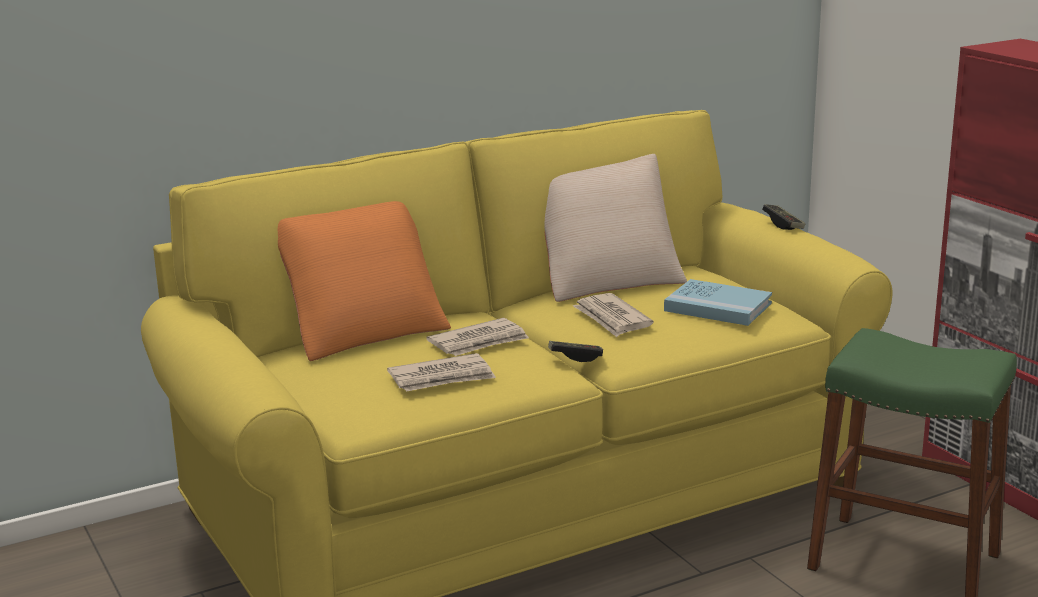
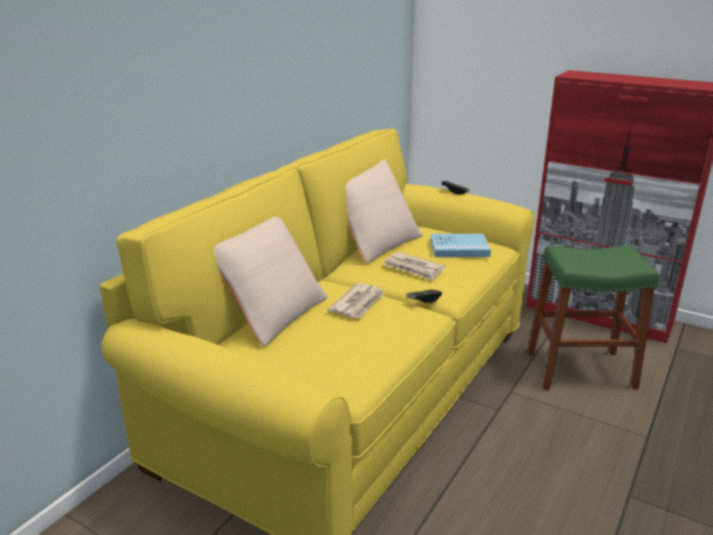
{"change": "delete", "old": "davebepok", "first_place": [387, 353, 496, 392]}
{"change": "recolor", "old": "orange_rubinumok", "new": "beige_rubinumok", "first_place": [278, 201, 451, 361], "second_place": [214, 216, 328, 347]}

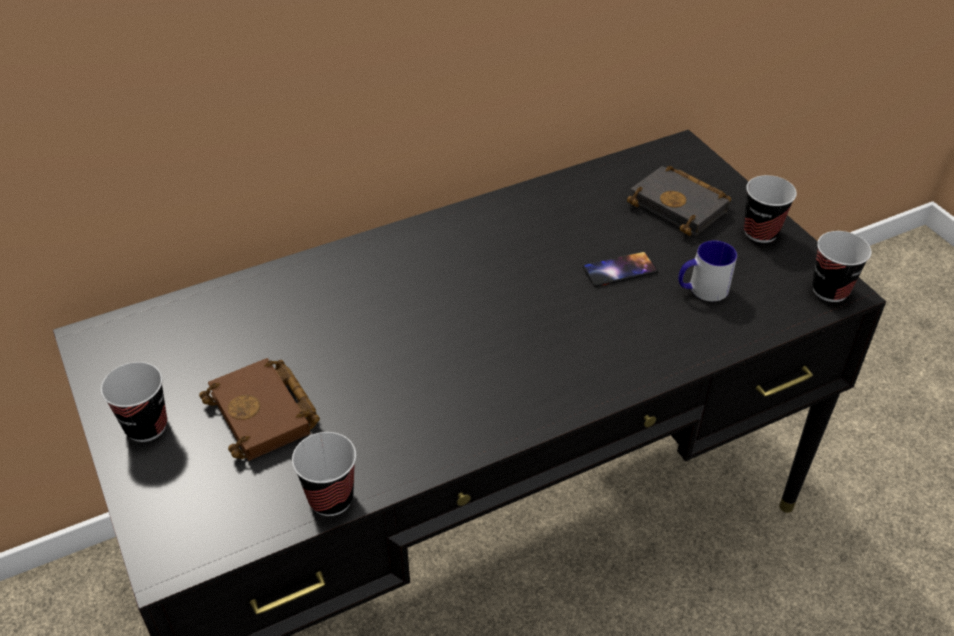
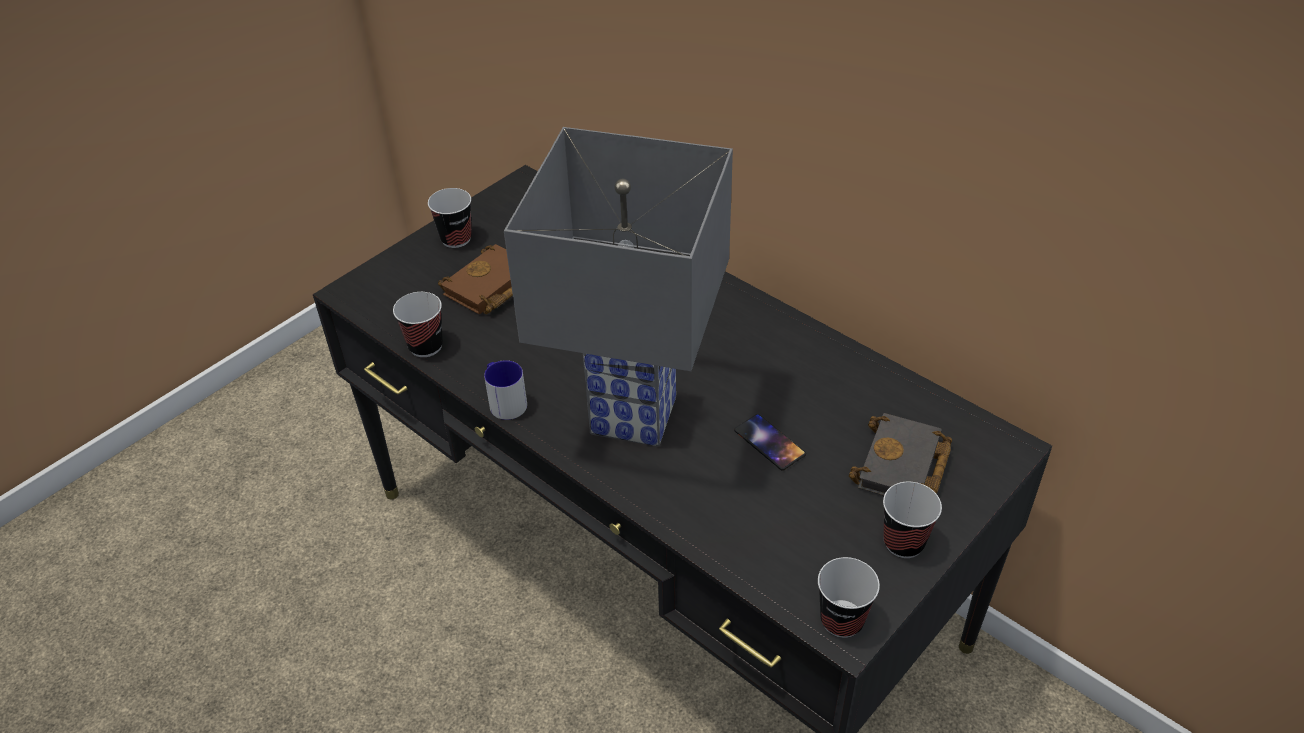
{"change": "insert", "new": "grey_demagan", "second_place": [504, 127, 733, 447]}
{"change": "move", "old": "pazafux", "first_place": [678, 240, 737, 301], "second_place": [484, 360, 527, 420]}

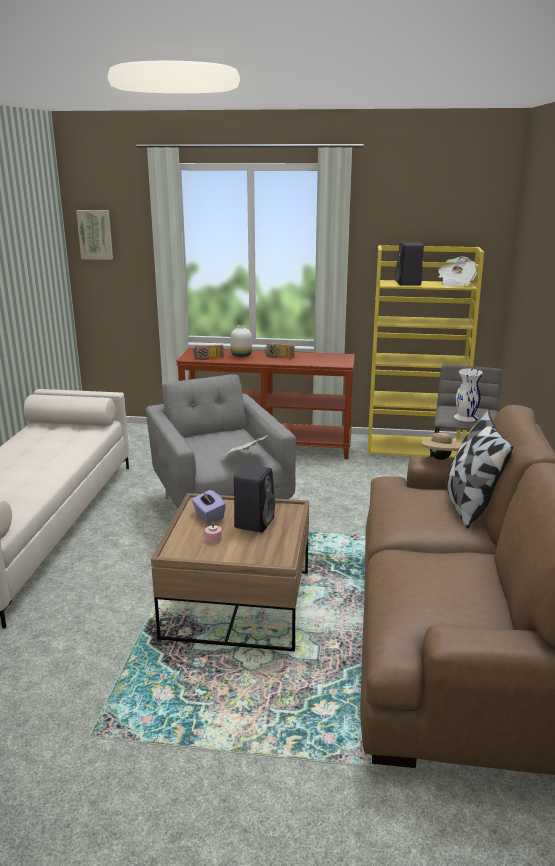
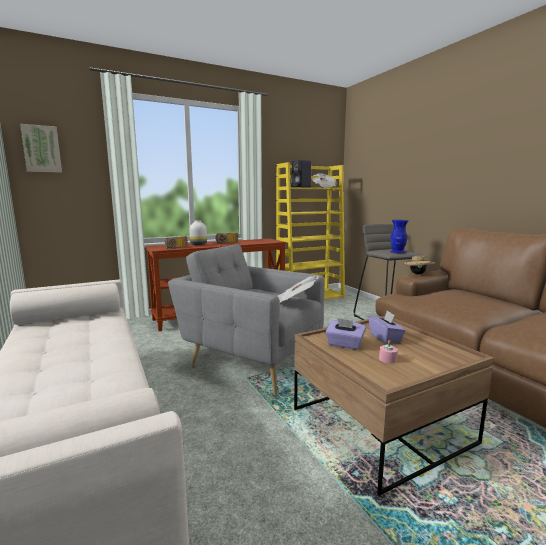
{"change": "delete", "old": "rubinumok", "first_place": [446, 410, 513, 528]}
{"change": "replace", "old": "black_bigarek", "new": "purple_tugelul", "first_place": [234, 464, 275, 533], "second_place": [368, 311, 406, 344]}
{"change": "recolor", "old": "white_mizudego", "new": "blue_mizudego", "first_place": [454, 368, 483, 422], "second_place": [390, 220, 408, 253]}

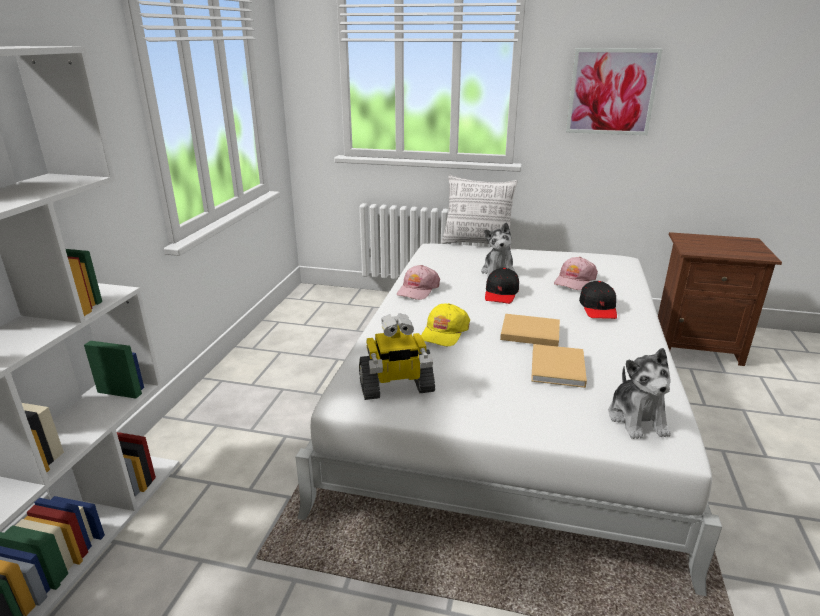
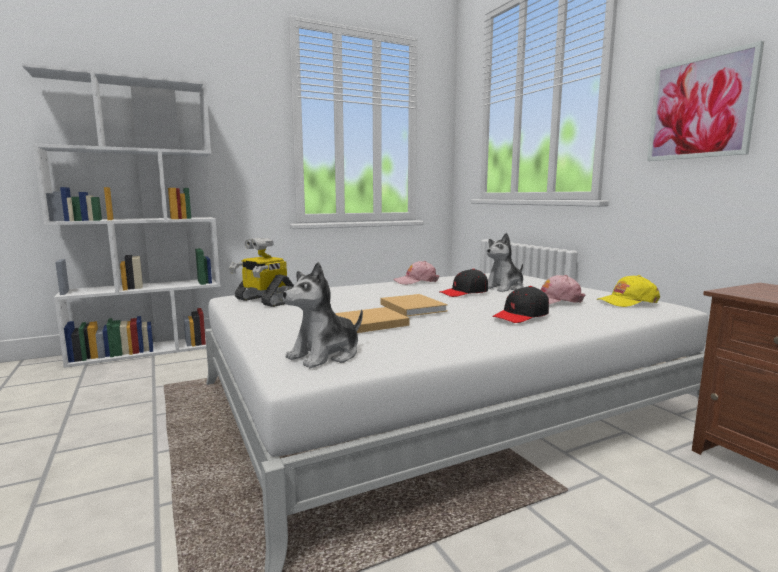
{"change": "delete", "old": "rubinumok", "first_place": [441, 175, 518, 249]}
{"change": "move", "old": "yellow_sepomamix", "first_place": [421, 303, 470, 346], "second_place": [596, 275, 660, 307]}

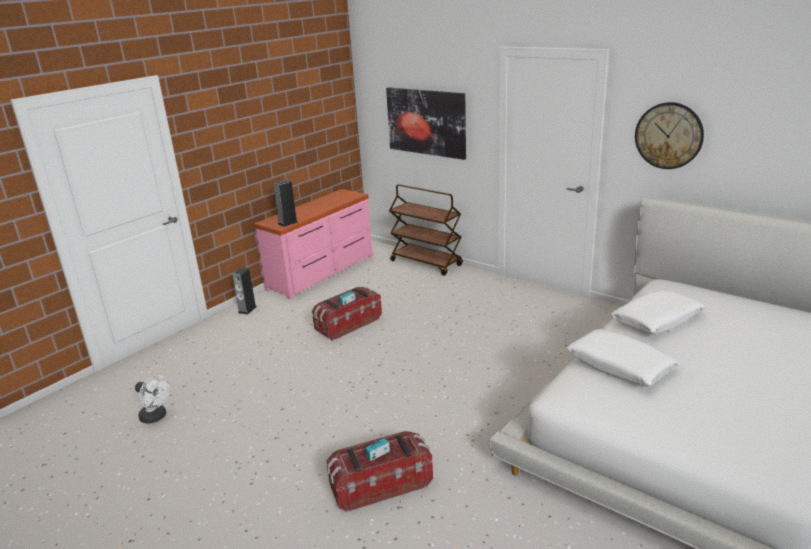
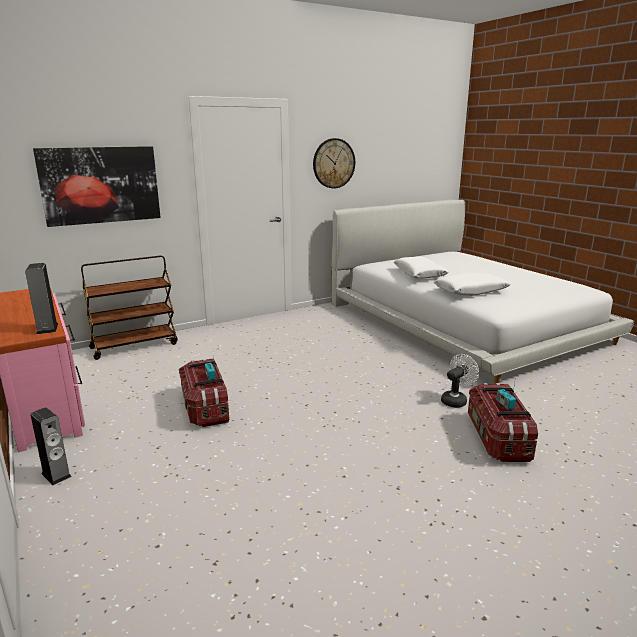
{"change": "move", "old": "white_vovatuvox", "first_place": [135, 375, 169, 424], "second_place": [441, 354, 479, 408]}

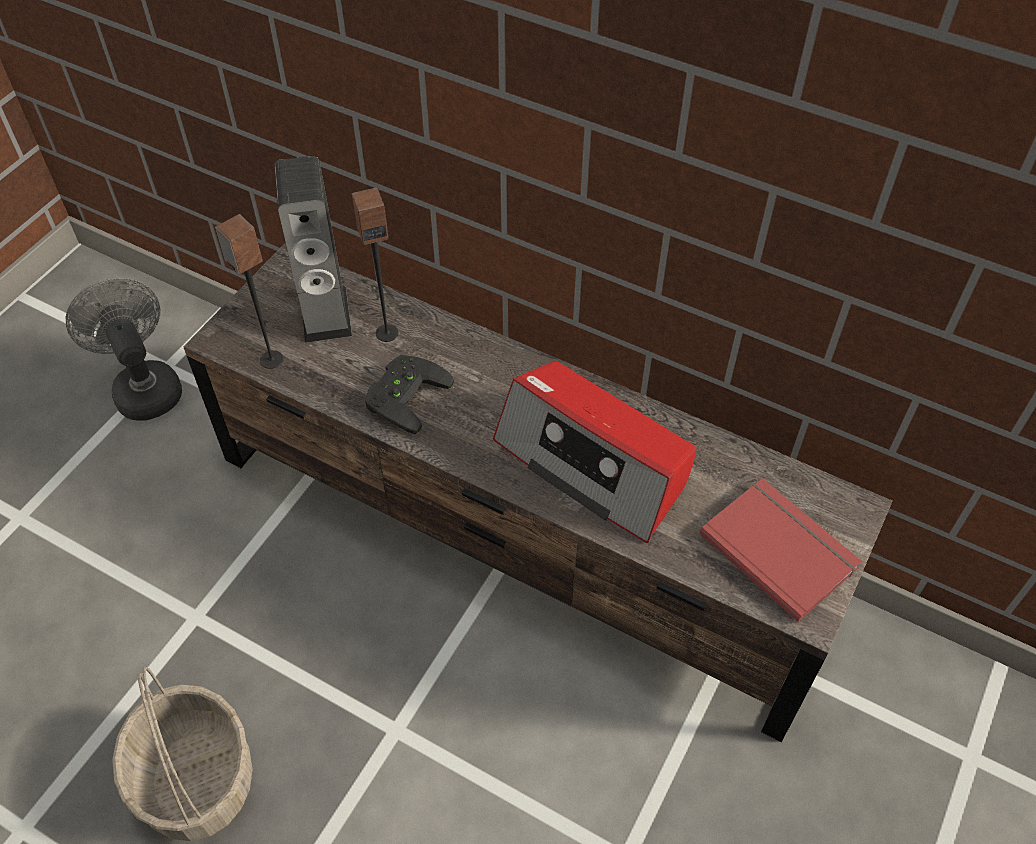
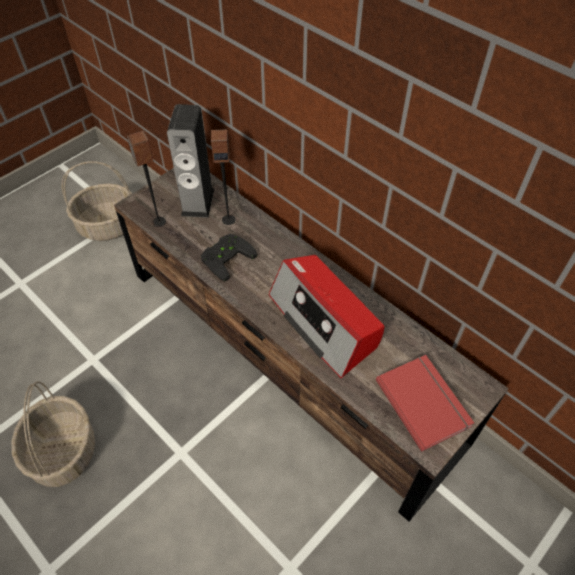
{"change": "replace", "old": "grey_vovatuvox", "new": "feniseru", "first_place": [66, 278, 182, 421], "second_place": [62, 161, 132, 241]}

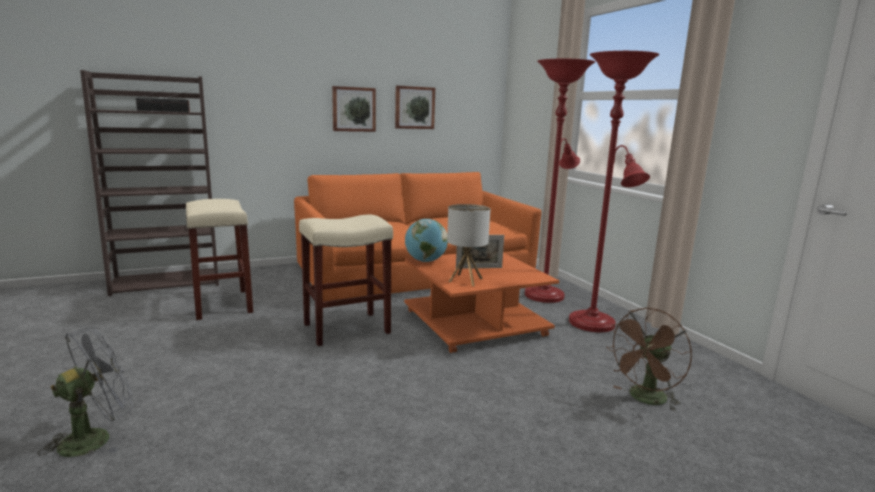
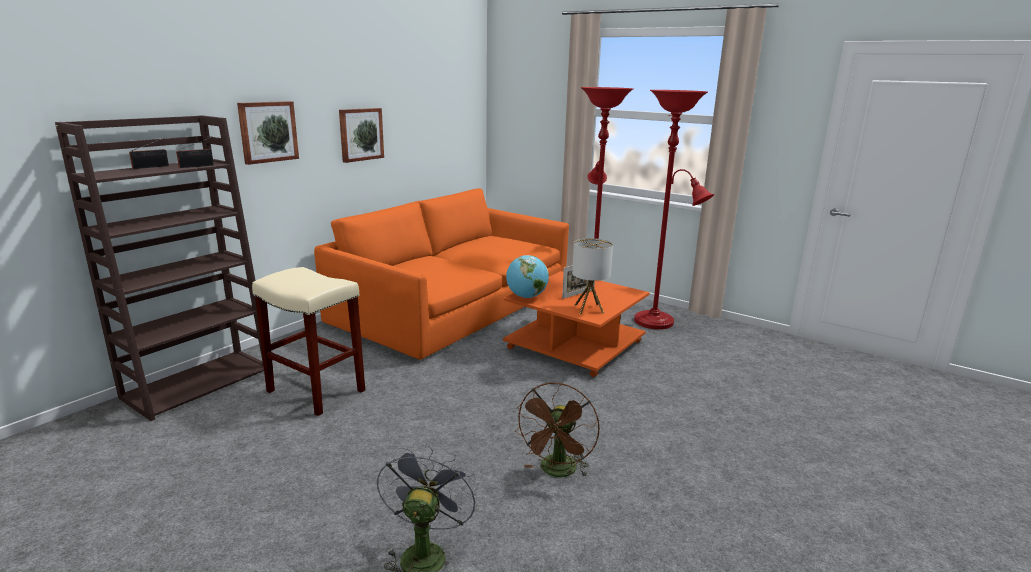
{"change": "delete", "old": "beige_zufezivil", "first_place": [299, 215, 393, 346]}
{"change": "move", "old": "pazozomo", "first_place": [395, 86, 435, 129], "second_place": [237, 101, 299, 165]}
{"change": "move", "old": "brown_vovatuvox", "first_place": [607, 308, 692, 411], "second_place": [515, 382, 600, 477]}

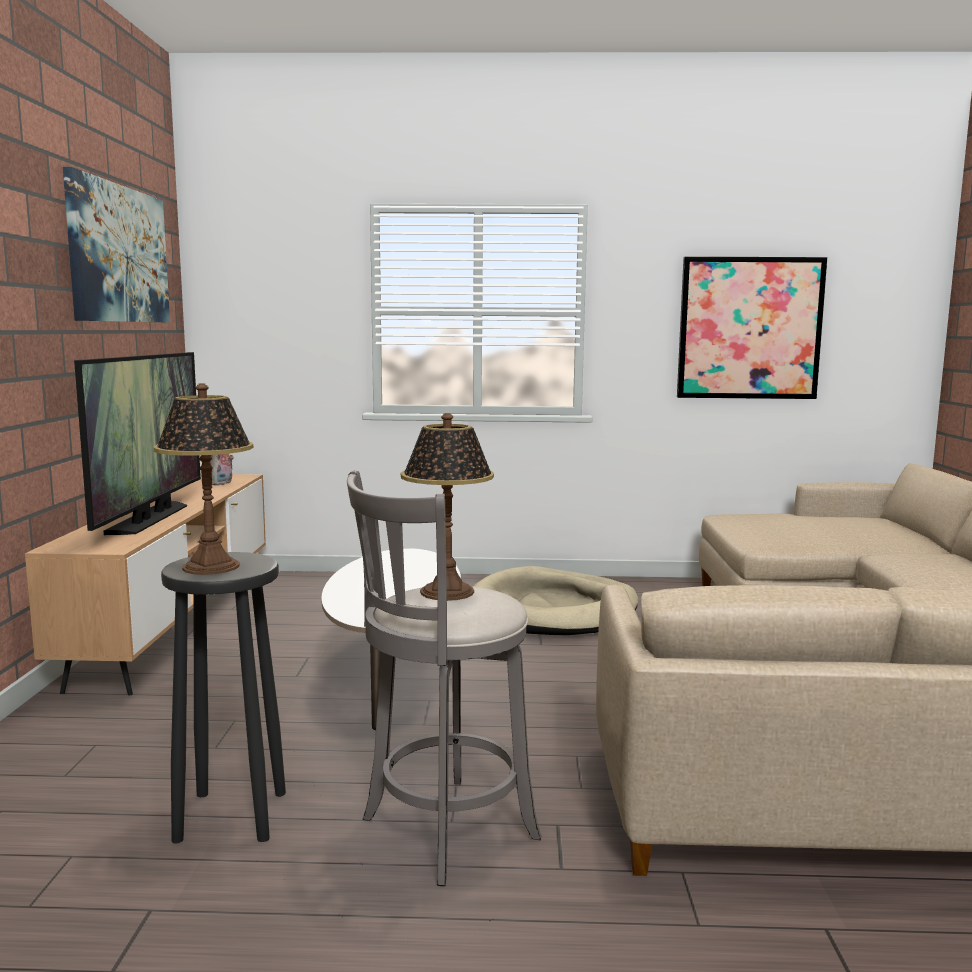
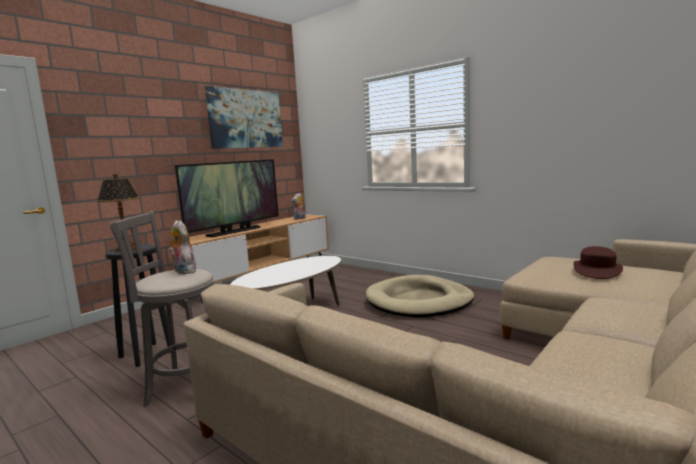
{"change": "delete", "old": "pazozomo", "first_place": [677, 256, 828, 399]}
{"change": "insert", "new": "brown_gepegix", "second_place": [573, 246, 623, 279]}
{"change": "replace", "old": "demagan", "new": "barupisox", "first_place": [401, 413, 494, 601], "second_place": [168, 220, 196, 274]}

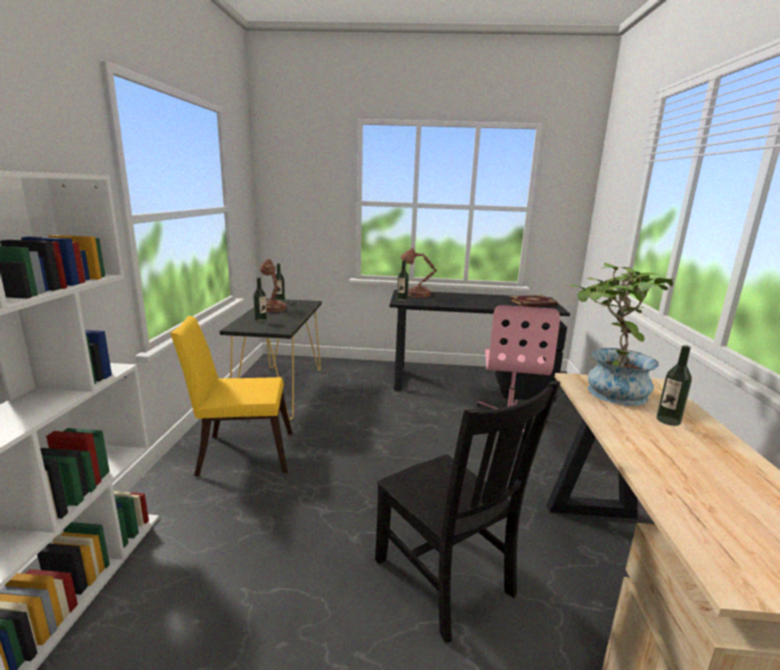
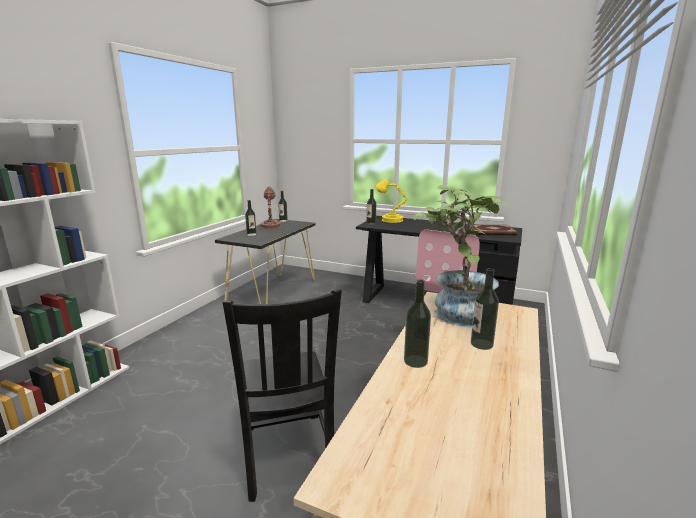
{"change": "delete", "old": "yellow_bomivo", "first_place": [171, 316, 292, 476]}
{"change": "insert", "new": "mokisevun", "second_place": [404, 280, 431, 368]}
{"change": "recolor", "old": "brown_demagan", "new": "yellow_demagan", "first_place": [401, 248, 437, 298], "second_place": [375, 179, 408, 223]}

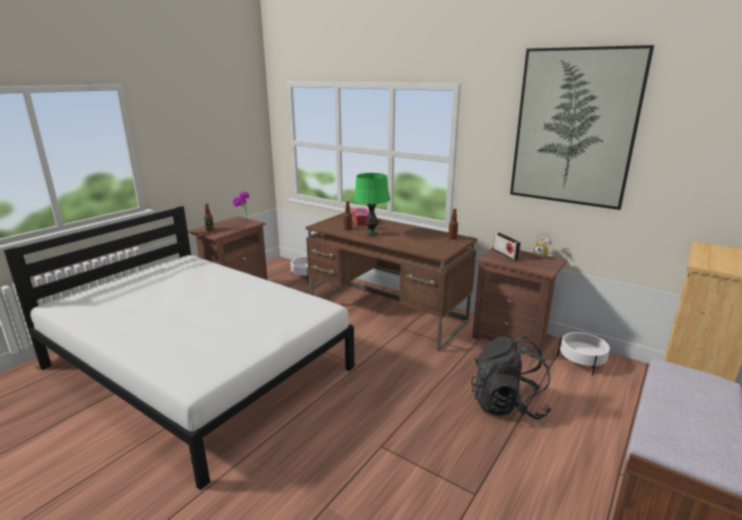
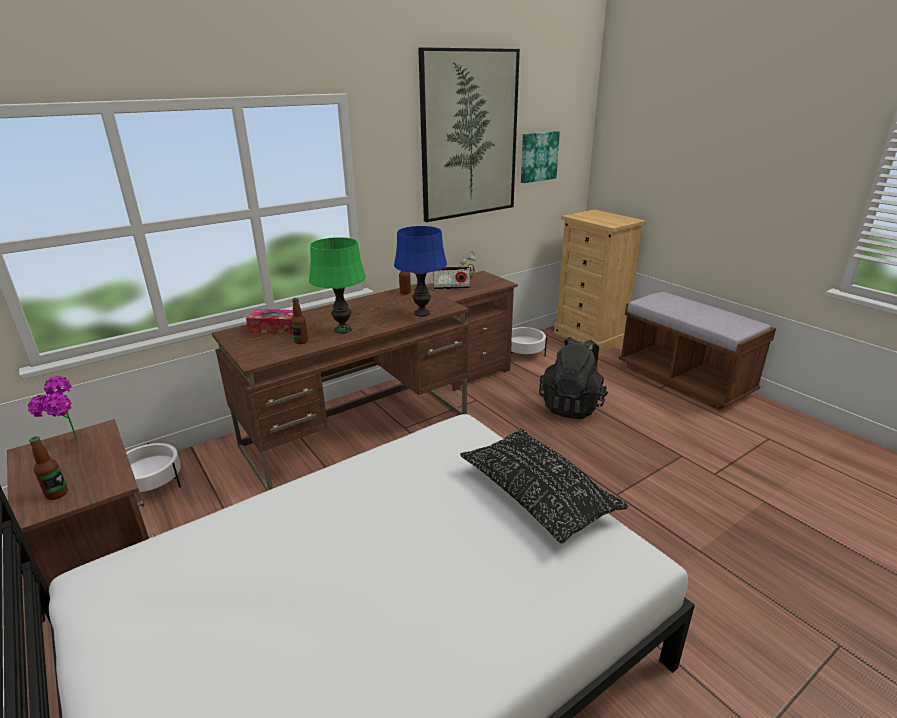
{"change": "insert", "new": "blue_demagan", "second_place": [394, 226, 447, 317]}
{"change": "insert", "new": "black_rubinumok", "second_place": [460, 428, 629, 543]}
{"change": "insert", "new": "pazozomo", "second_place": [521, 131, 560, 183]}

